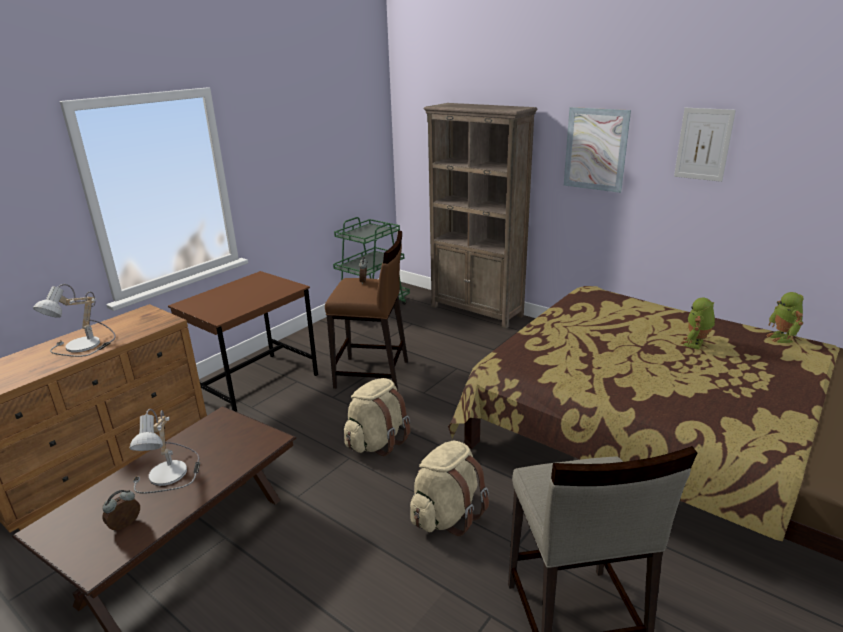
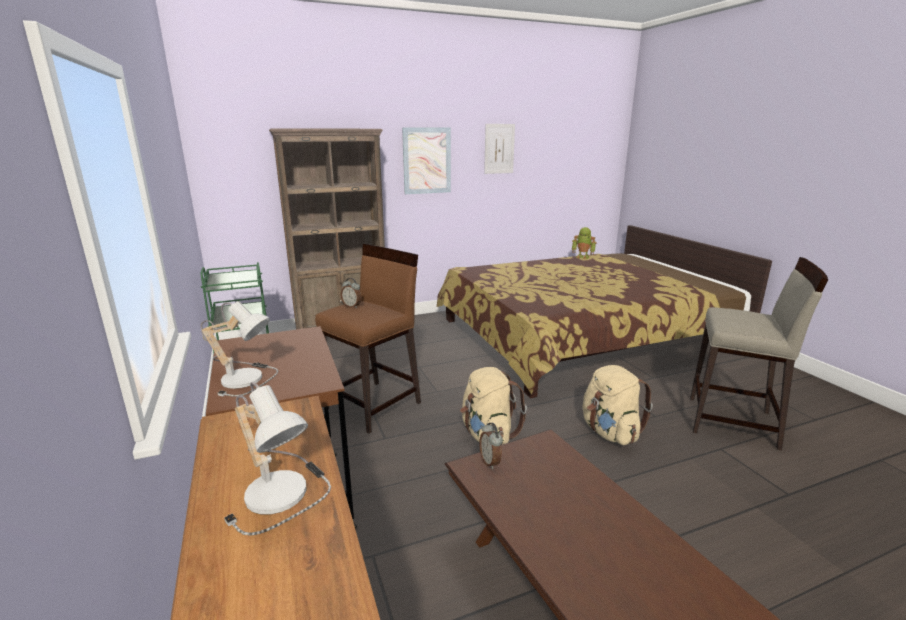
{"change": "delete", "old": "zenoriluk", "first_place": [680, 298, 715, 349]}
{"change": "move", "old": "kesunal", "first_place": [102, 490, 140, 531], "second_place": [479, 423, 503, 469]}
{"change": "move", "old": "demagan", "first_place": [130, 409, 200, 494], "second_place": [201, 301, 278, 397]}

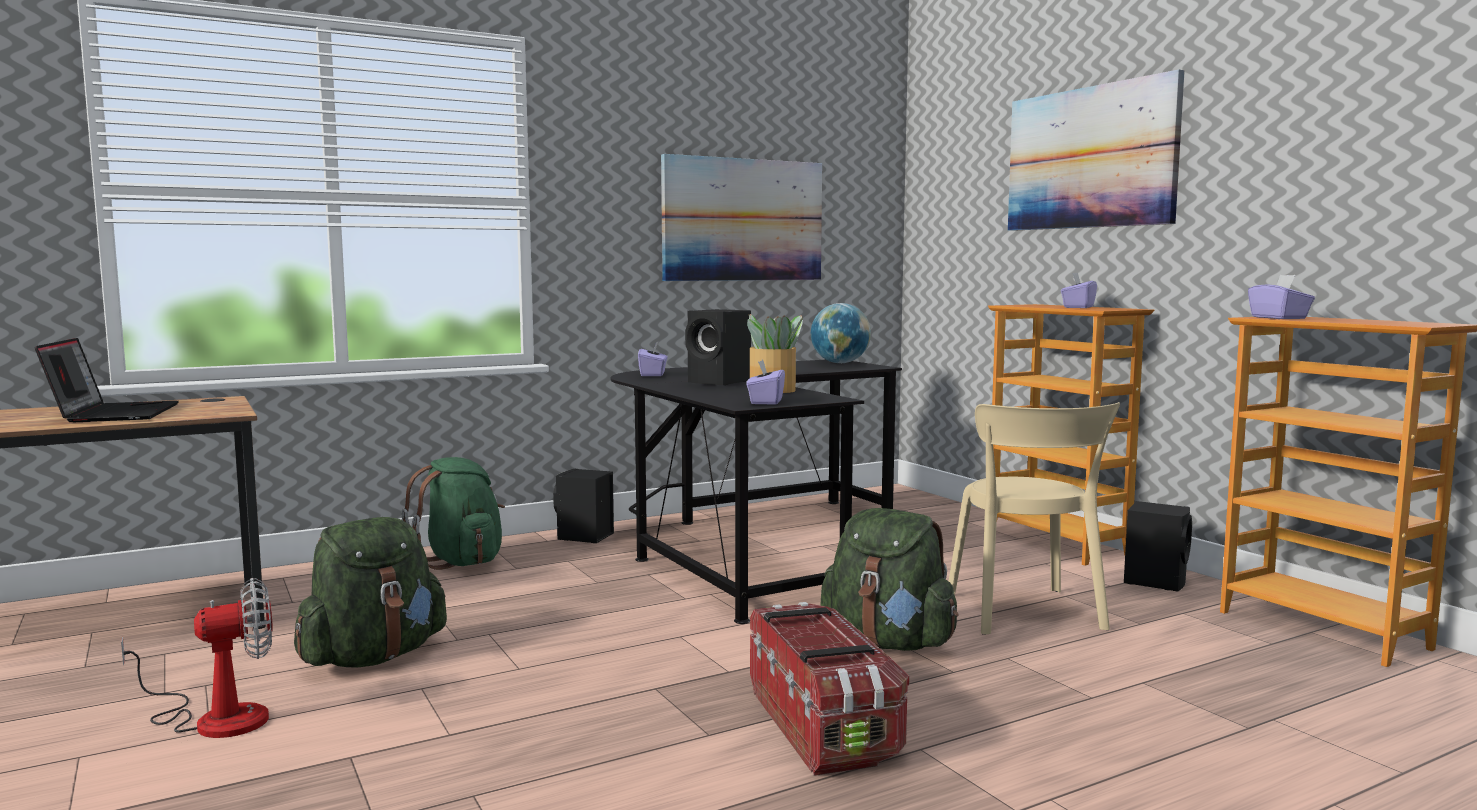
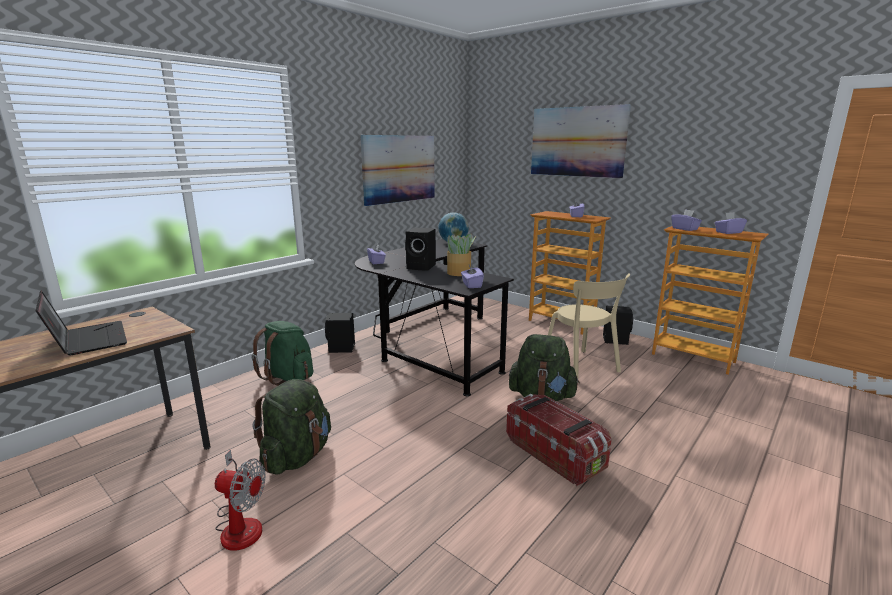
{"change": "insert", "new": "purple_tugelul", "second_place": [715, 212, 747, 234]}
{"change": "rotate", "old": "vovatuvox", "first_place": [121, 578, 273, 738], "second_place": [215, 450, 266, 551], "degrees": 60}

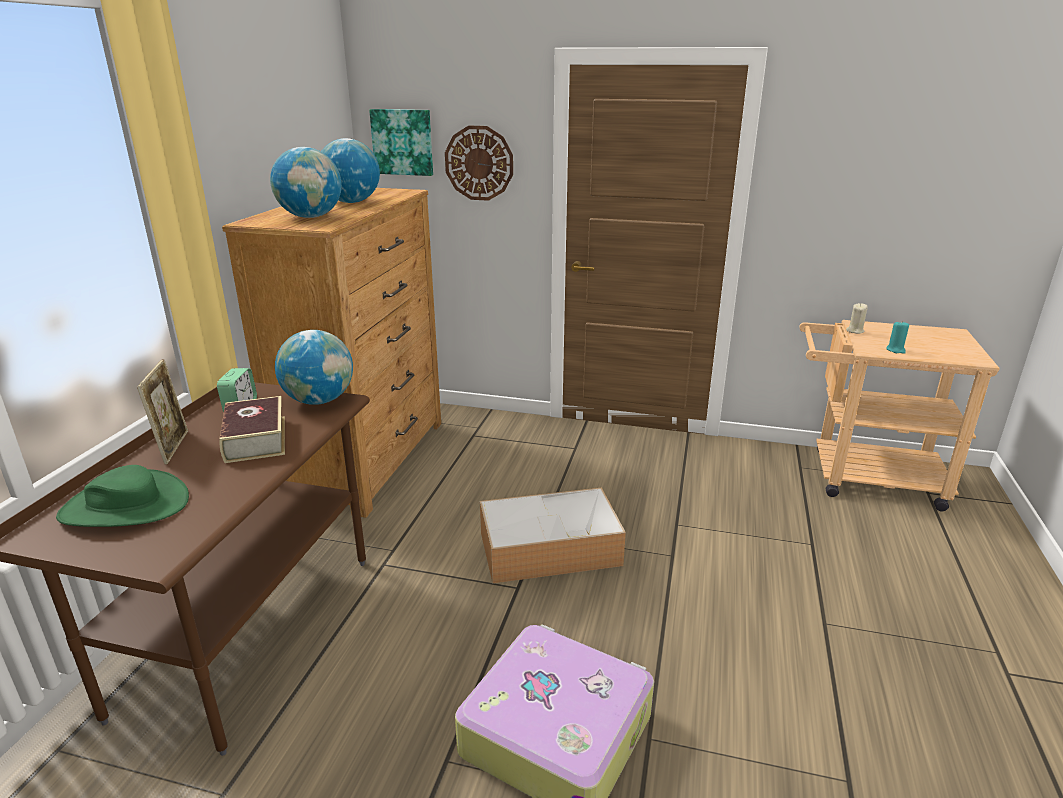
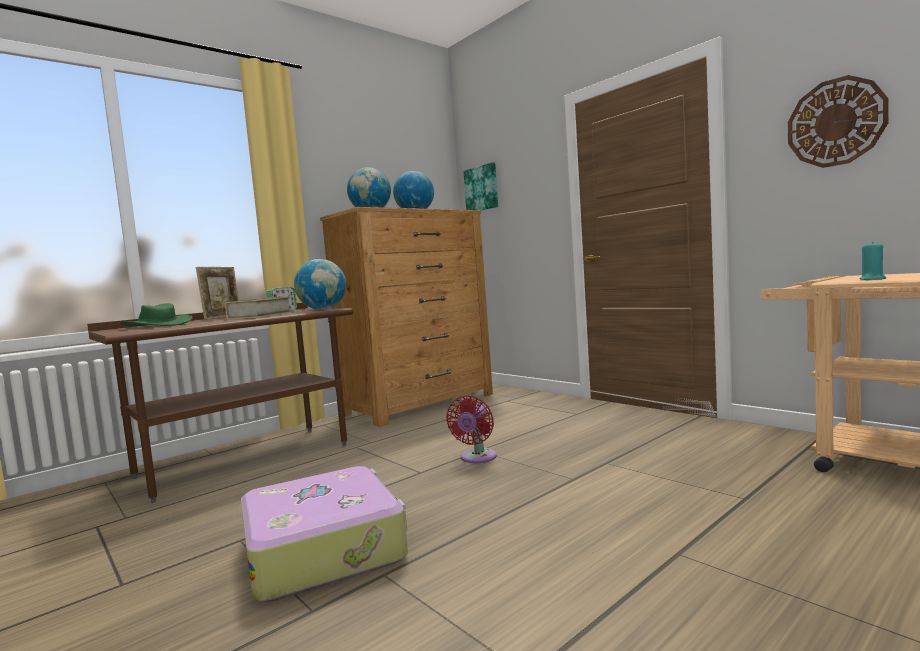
{"change": "delete", "old": "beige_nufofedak", "first_place": [846, 303, 868, 334]}
{"change": "move", "old": "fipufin", "first_place": [445, 126, 513, 201], "second_place": [788, 75, 889, 168]}
{"change": "replace", "old": "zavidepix", "new": "red_vovatuvox", "first_place": [480, 488, 626, 583], "second_place": [446, 395, 497, 463]}

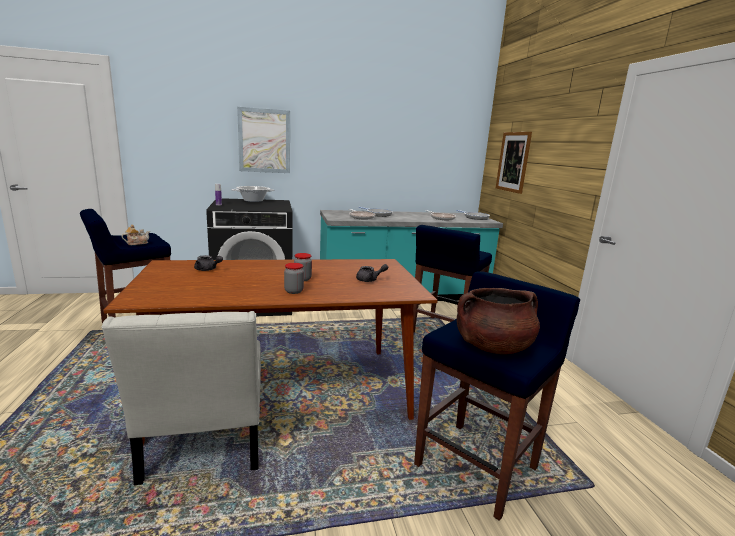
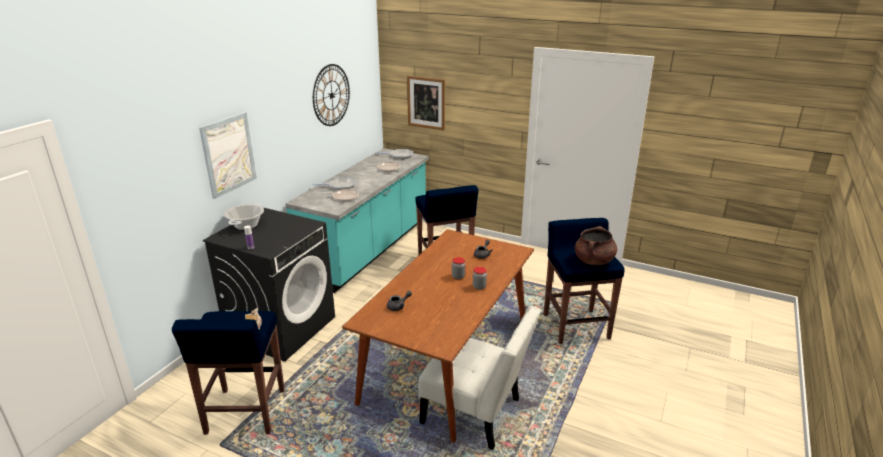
{"change": "insert", "new": "fipufin", "second_place": [313, 64, 350, 126]}

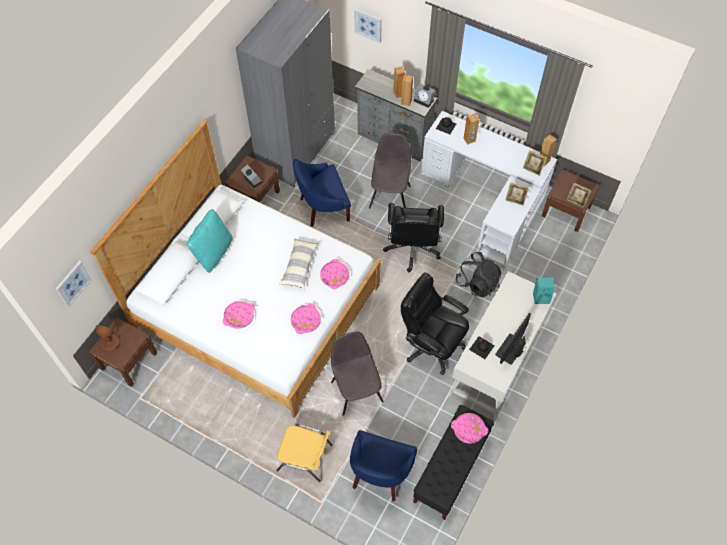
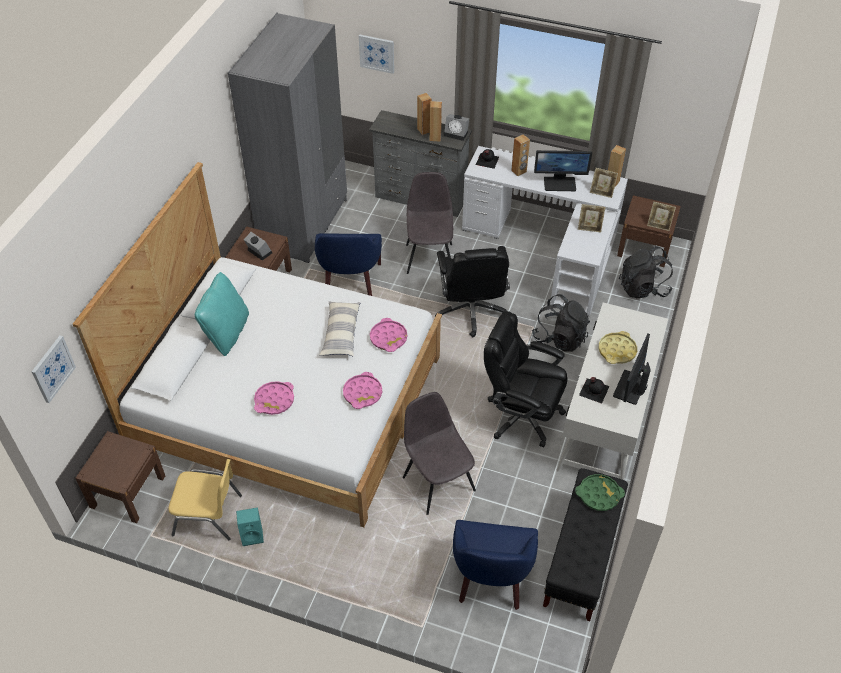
{"change": "delete", "old": "brown_demagan", "first_place": [96, 325, 120, 351]}
{"change": "insert", "new": "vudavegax", "second_place": [534, 150, 592, 191]}
{"change": "insert", "new": "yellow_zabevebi", "second_place": [599, 331, 637, 364]}
{"change": "insert", "new": "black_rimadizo", "second_place": [619, 246, 673, 298]}
{"change": "move", "old": "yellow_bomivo", "first_place": [276, 424, 333, 482], "second_place": [168, 459, 242, 540]}
{"change": "move", "old": "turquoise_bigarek", "first_place": [533, 277, 555, 304], "second_place": [236, 507, 264, 546]}
{"change": "recolor", "old": "pink_zabevebi", "new": "green_zabevebi", "first_place": [451, 413, 488, 444], "second_place": [575, 474, 625, 511]}
{"change": "rotate", "old": "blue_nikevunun", "first_place": [293, 159, 351, 227], "second_place": [315, 233, 382, 296], "degrees": -60}

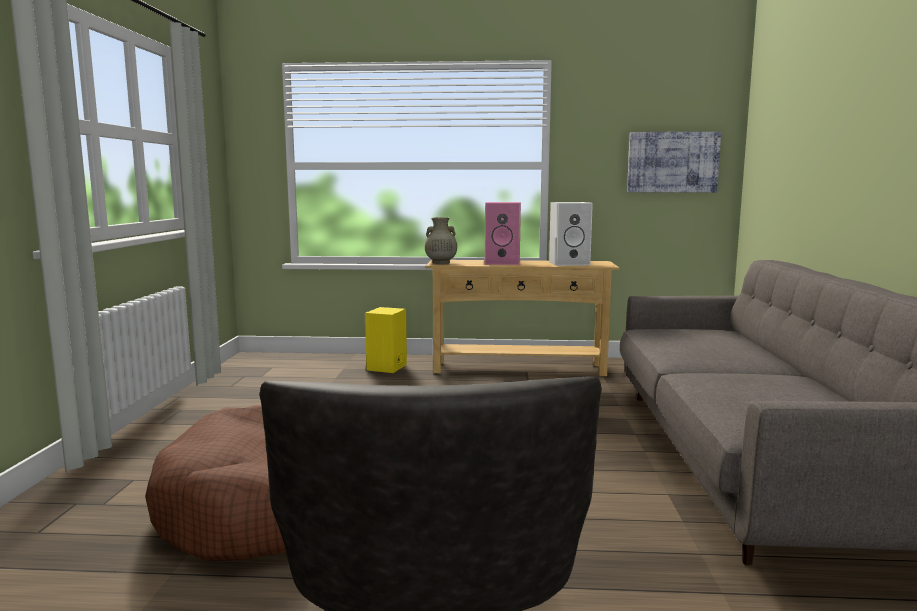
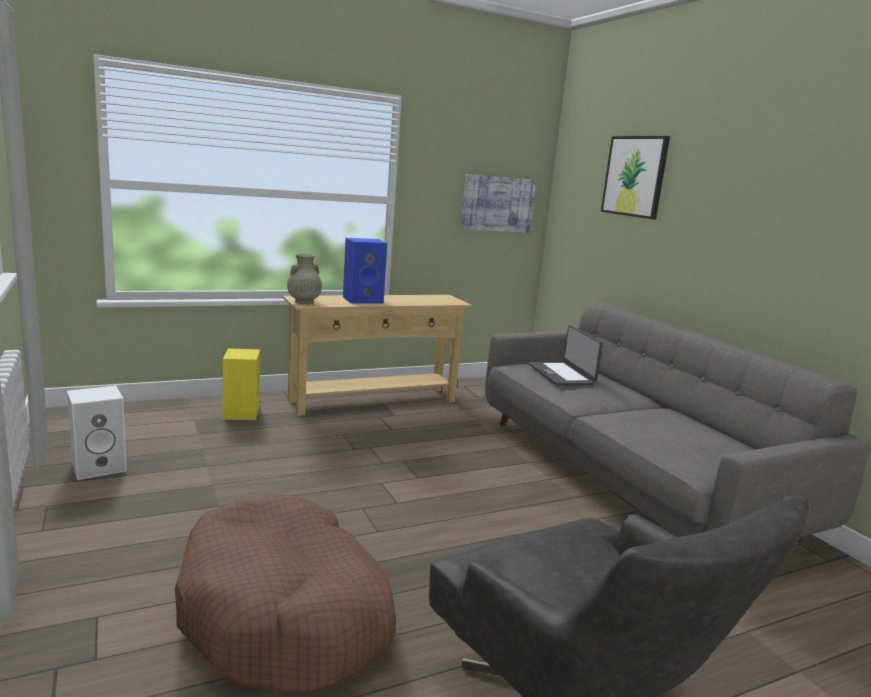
{"change": "insert", "new": "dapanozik", "second_place": [528, 325, 603, 386]}
{"change": "insert", "new": "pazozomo", "second_place": [601, 136, 670, 219]}
{"change": "move", "old": "white_bigarek", "first_place": [549, 202, 593, 266], "second_place": [67, 386, 127, 480]}
{"change": "recolor", "old": "pink_bigarek", "new": "blue_bigarek", "first_place": [485, 202, 521, 265], "second_place": [343, 238, 387, 304]}

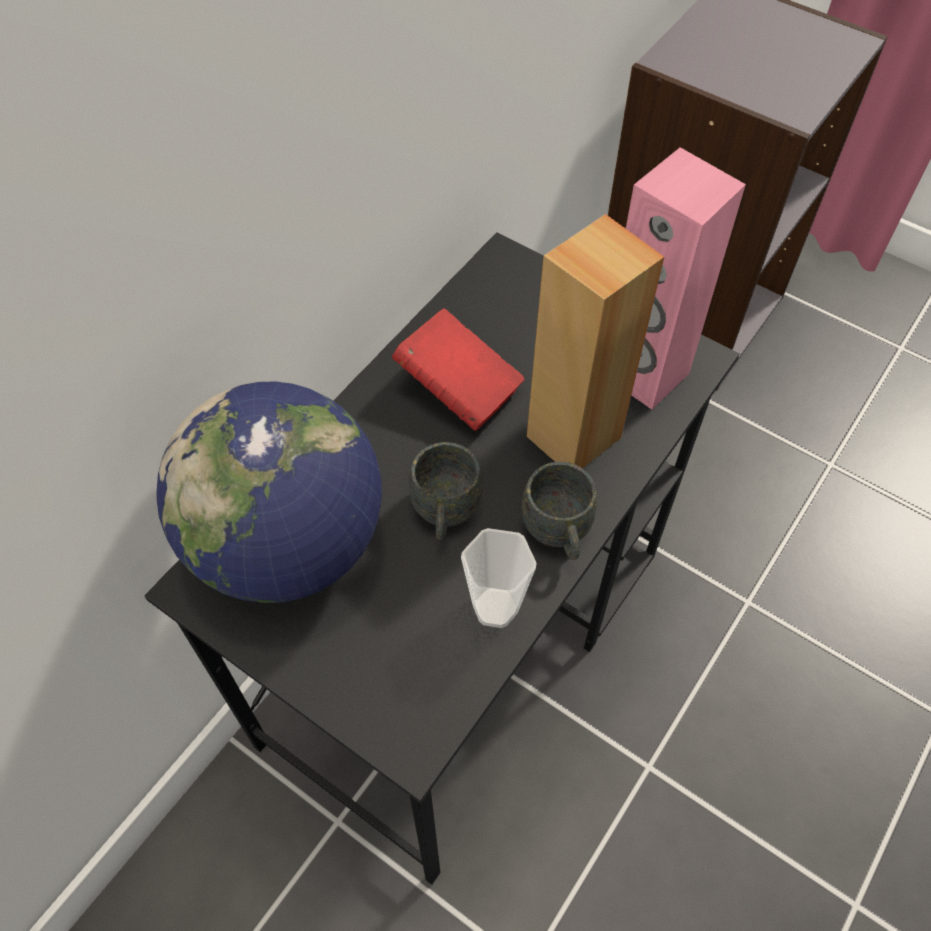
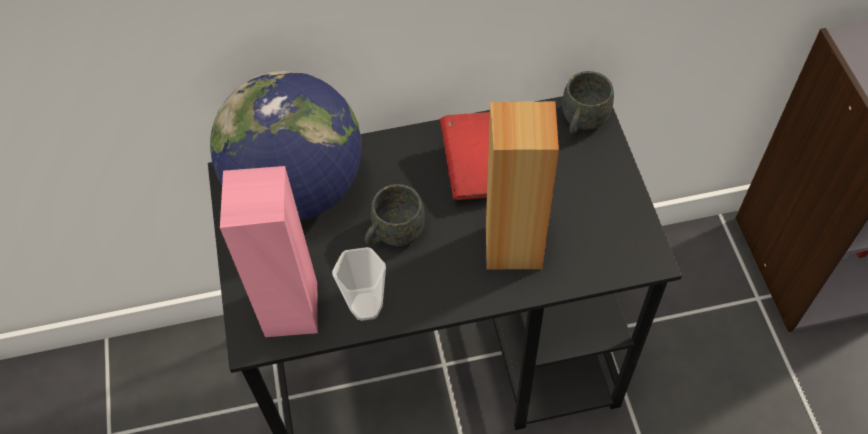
{"change": "move", "old": "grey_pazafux", "first_place": [522, 462, 597, 560], "second_place": [562, 71, 614, 134]}
{"change": "move", "old": "pink_bigarek", "first_place": [626, 147, 746, 409], "second_place": [220, 166, 318, 337]}

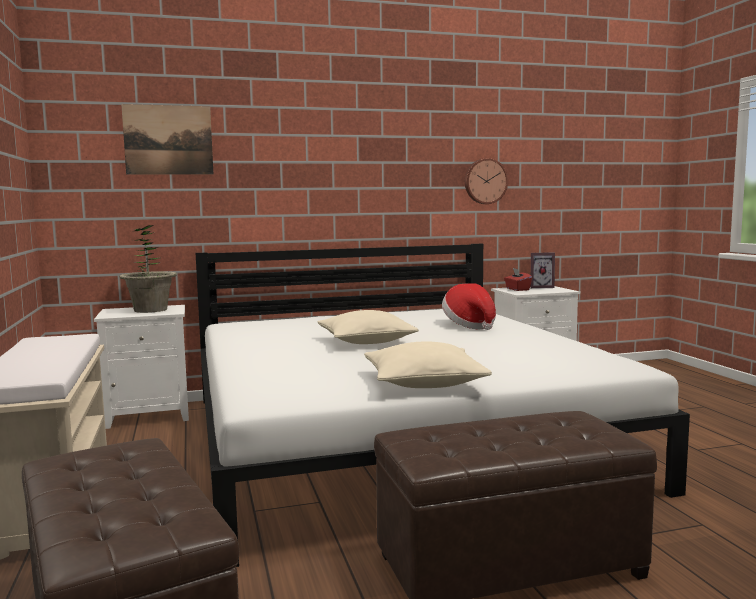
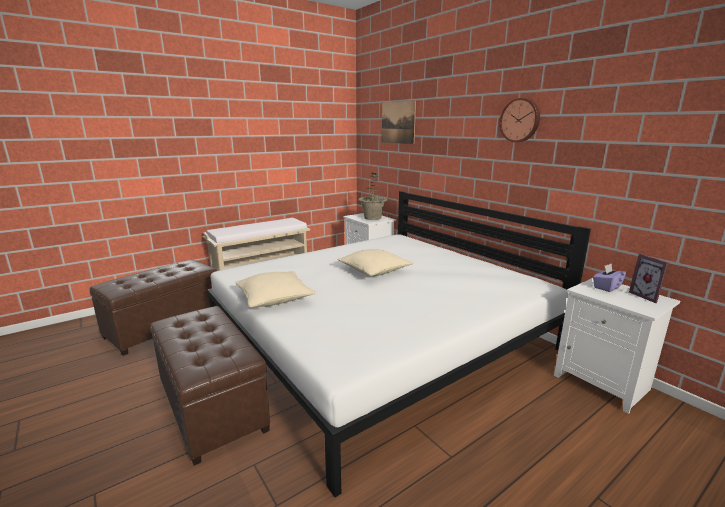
{"change": "delete", "old": "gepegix", "first_place": [442, 283, 496, 330]}
{"change": "move", "old": "fipufin", "first_place": [465, 158, 508, 204], "second_place": [499, 98, 540, 142]}
{"change": "recolor", "old": "red_tugelul", "new": "purple_tugelul", "first_place": [504, 268, 532, 291], "second_place": [593, 263, 626, 292]}

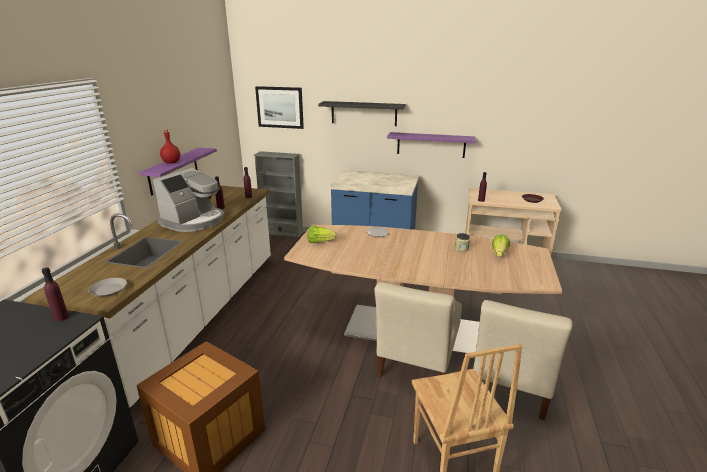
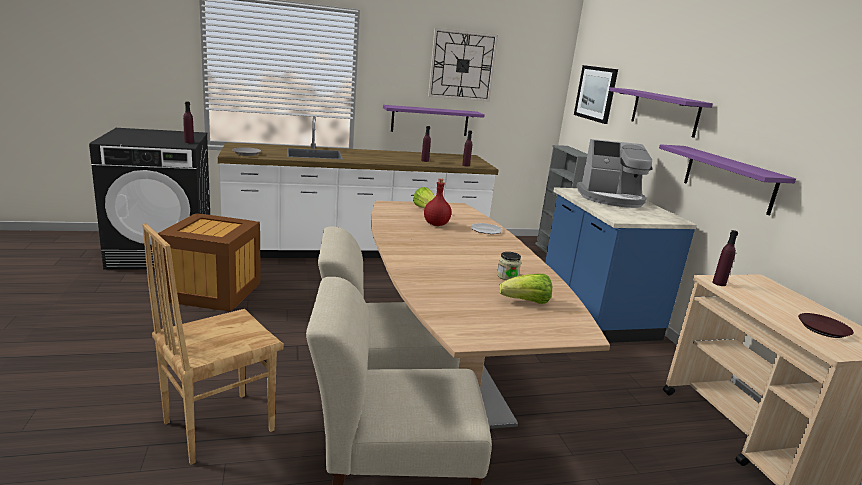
{"change": "insert", "new": "fipufin", "second_place": [428, 28, 498, 102]}
{"change": "move", "old": "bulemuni", "first_place": [153, 168, 225, 232], "second_place": [576, 139, 653, 208]}
{"change": "move", "old": "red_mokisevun", "first_place": [160, 129, 180, 164], "second_place": [424, 178, 451, 226]}
{"change": "recolor", "old": "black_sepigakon", "new": "purple_sepigakon", "first_place": [318, 101, 406, 126], "second_place": [609, 87, 713, 138]}

